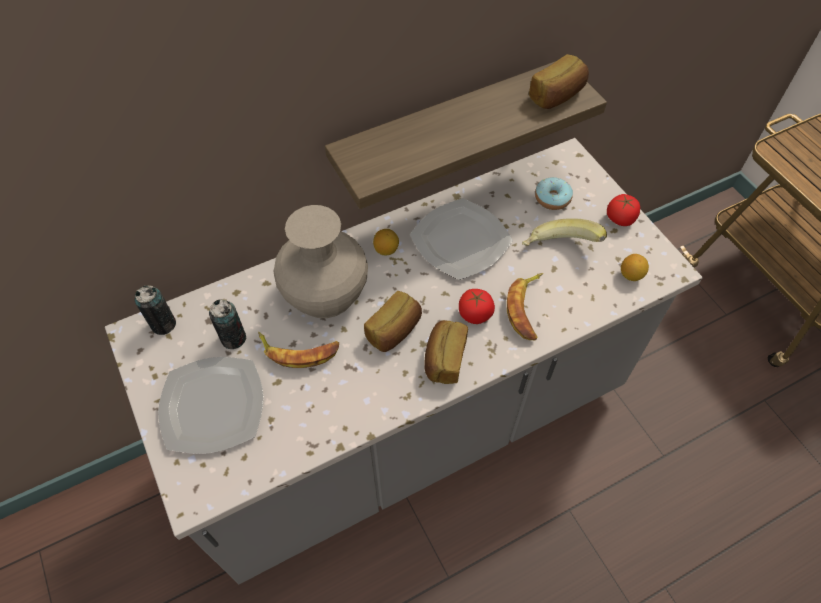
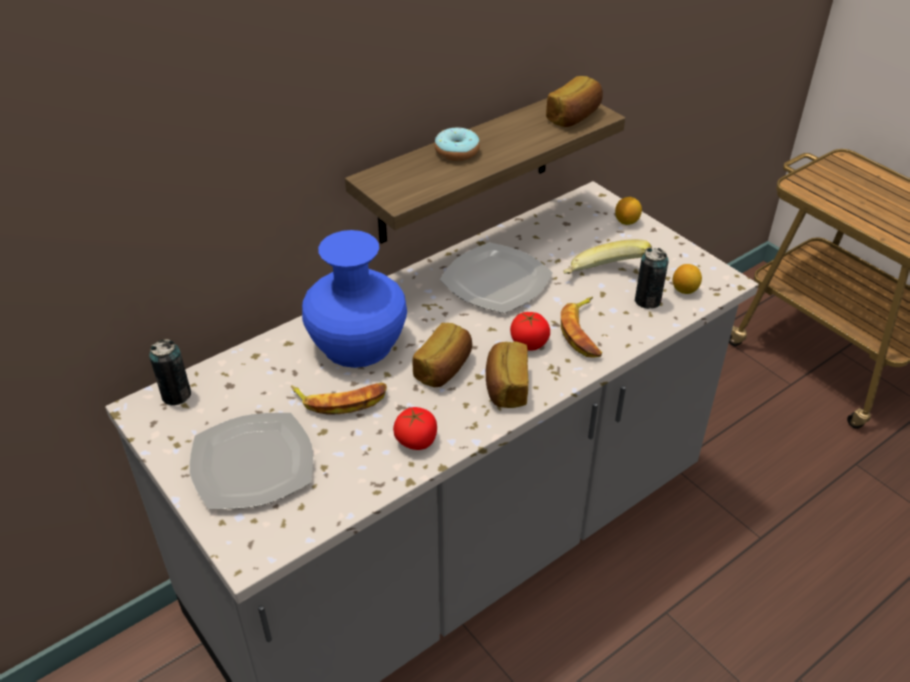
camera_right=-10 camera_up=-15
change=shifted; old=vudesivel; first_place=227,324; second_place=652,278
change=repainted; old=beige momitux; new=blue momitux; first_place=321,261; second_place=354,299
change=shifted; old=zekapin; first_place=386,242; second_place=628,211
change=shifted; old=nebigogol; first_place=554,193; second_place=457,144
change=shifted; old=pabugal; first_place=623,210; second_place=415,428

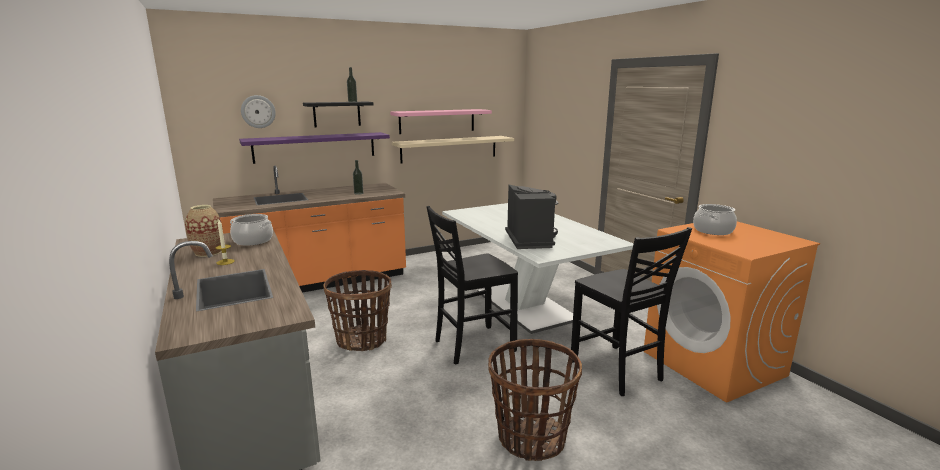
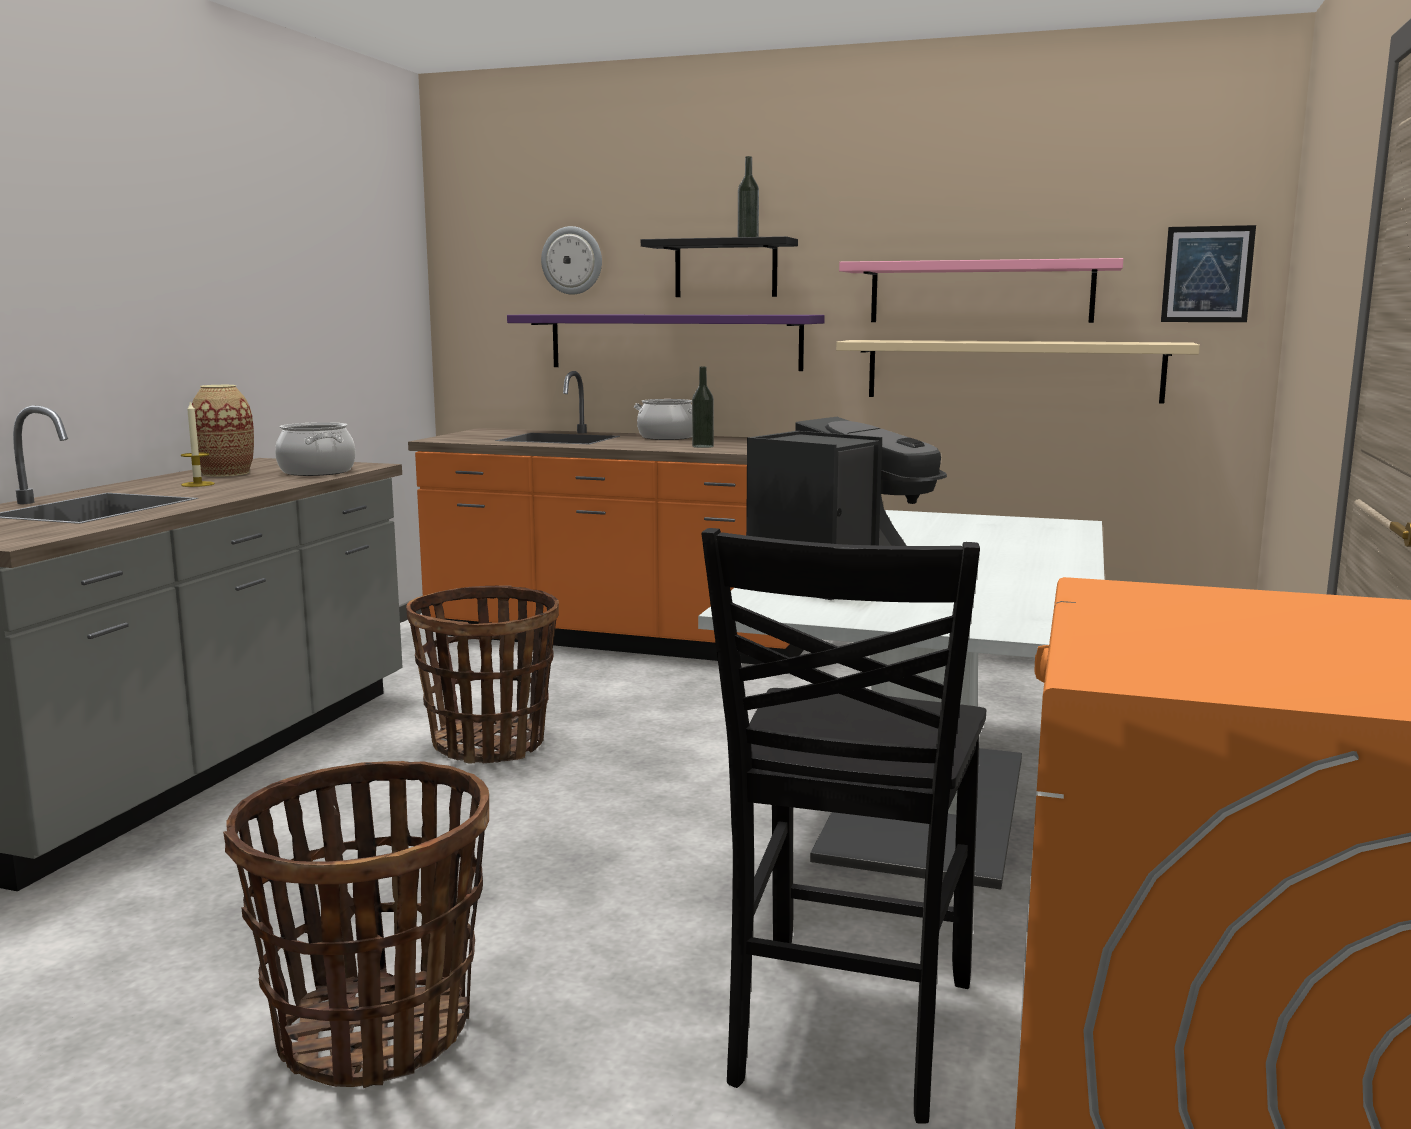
camera_right=45 camera_up=-5
change=gone; old=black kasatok; first_place=472,285
change=shifted; old=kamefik; first_place=715,219; second_place=663,419
change=new; new=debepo; second_place=1208,273

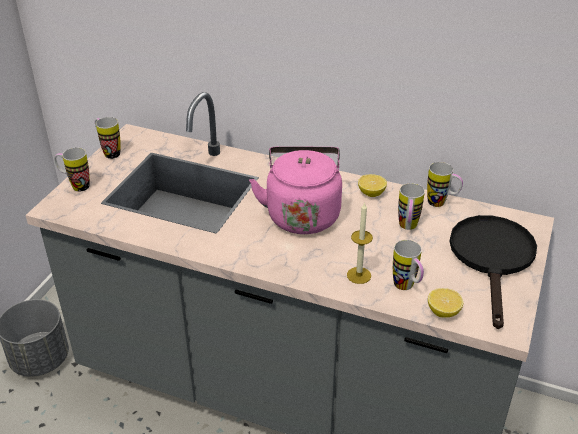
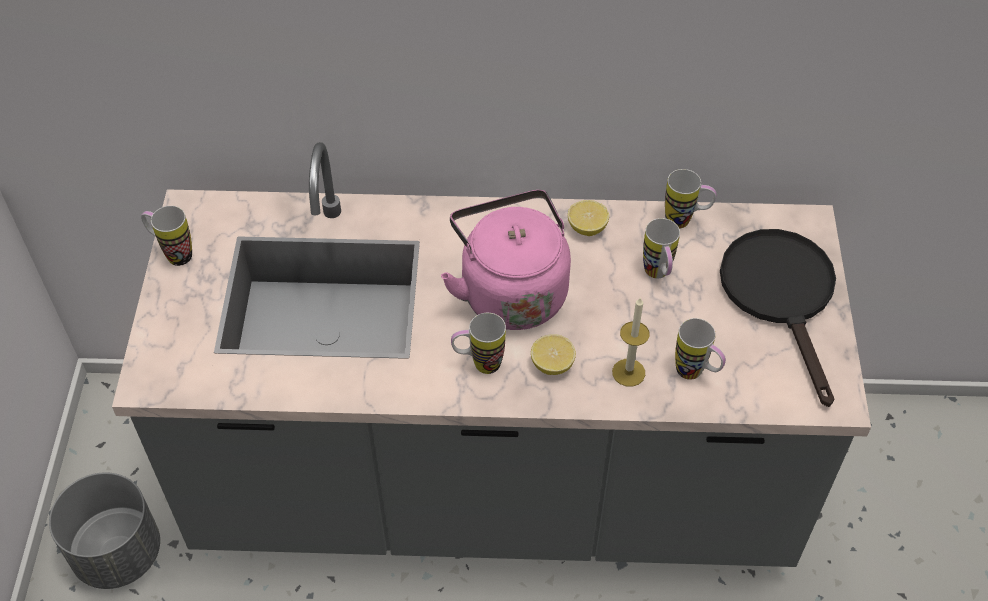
camera_right=-20 camera_up=15
change=shifted; old=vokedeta; first_place=72,170; second_place=478,343
change=shifted; old=zekapin; first_place=445,303; second_place=553,354

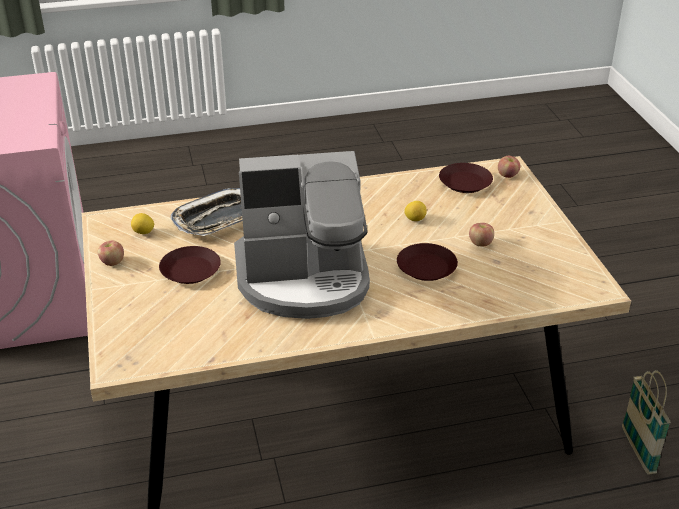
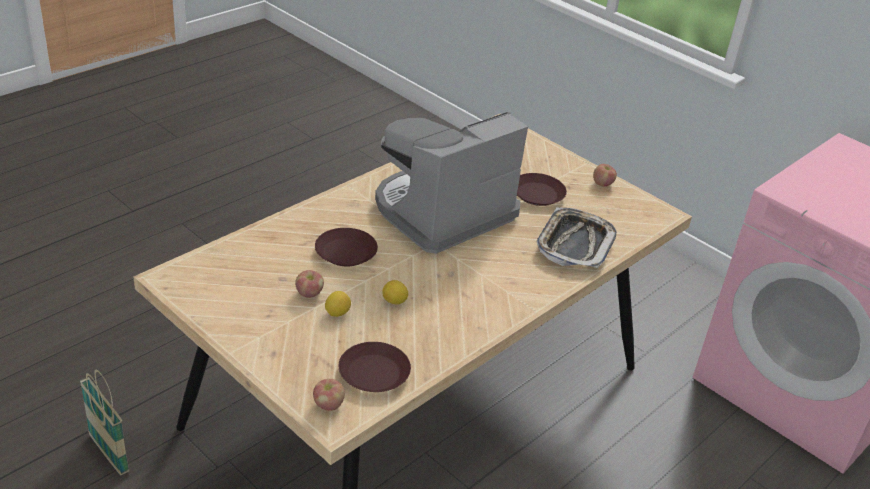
camera_right=145 camera_up=0
change=shifted; old=zekapin; first_place=142,223; second_place=338,304

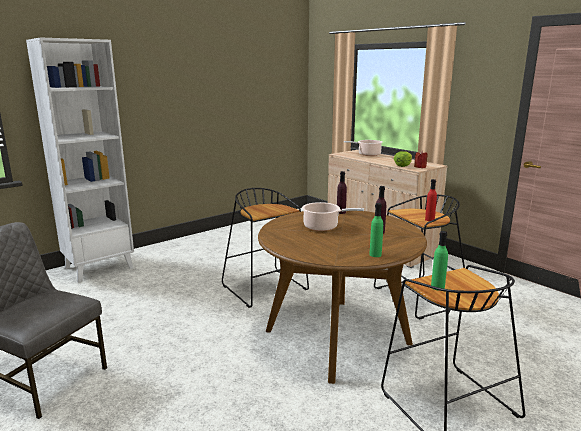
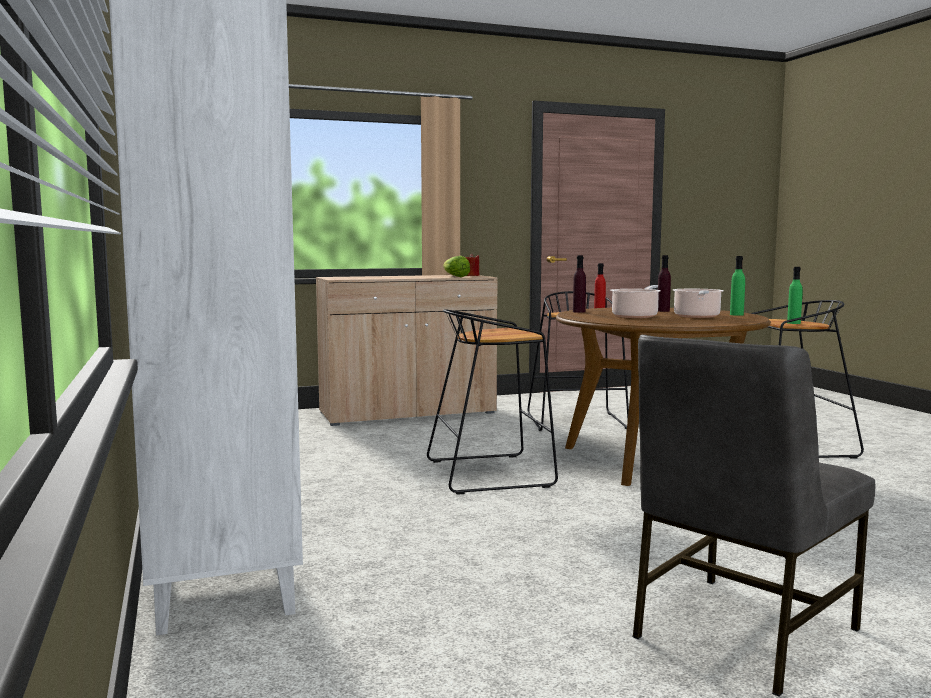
camera_right=-70 camera_up=-10
change=shifted; old=kamefik; first_place=363,148; second_place=698,303

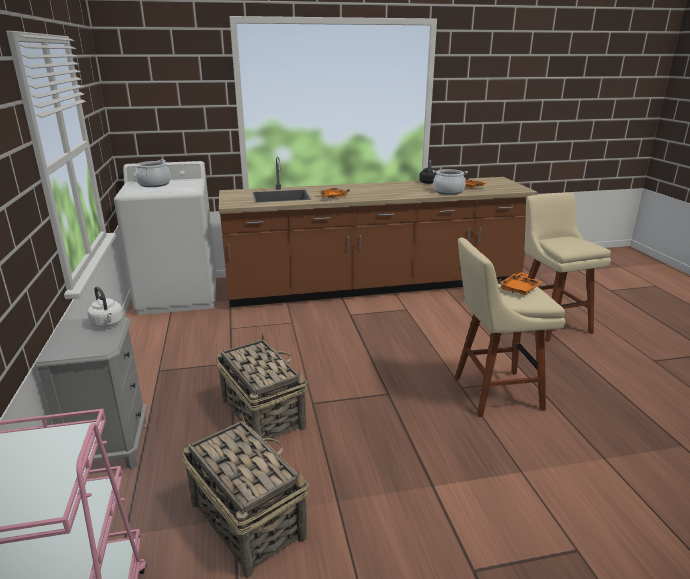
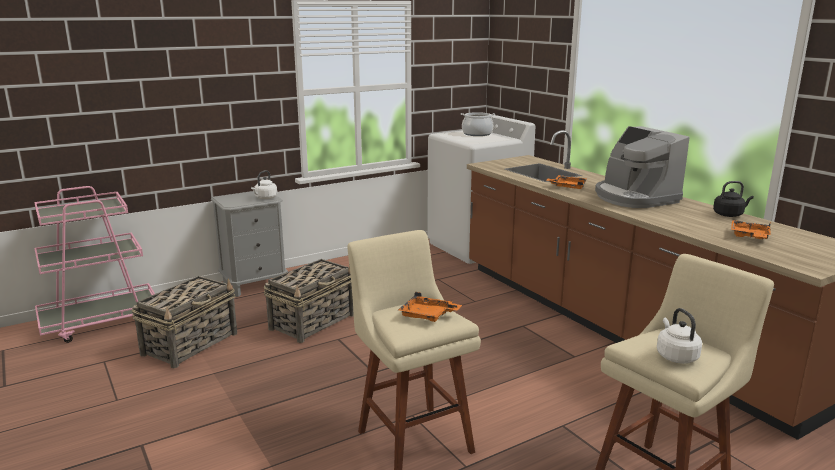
camera_right=70 camera_up=-5
change=gone; old=kamefik; first_place=450,182
change=new; new=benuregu; second_place=642,167
change=new; new=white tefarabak; second_place=679,336

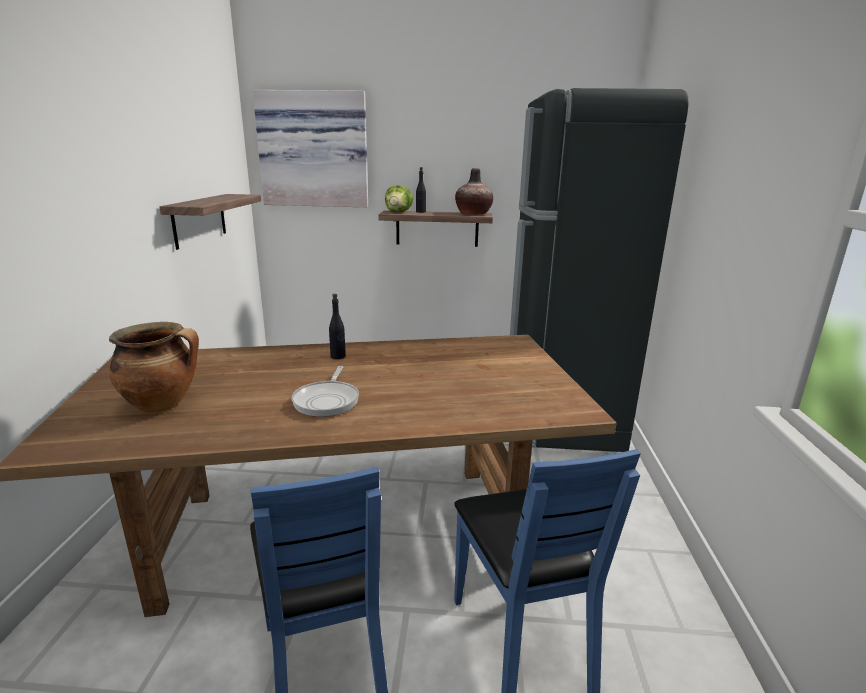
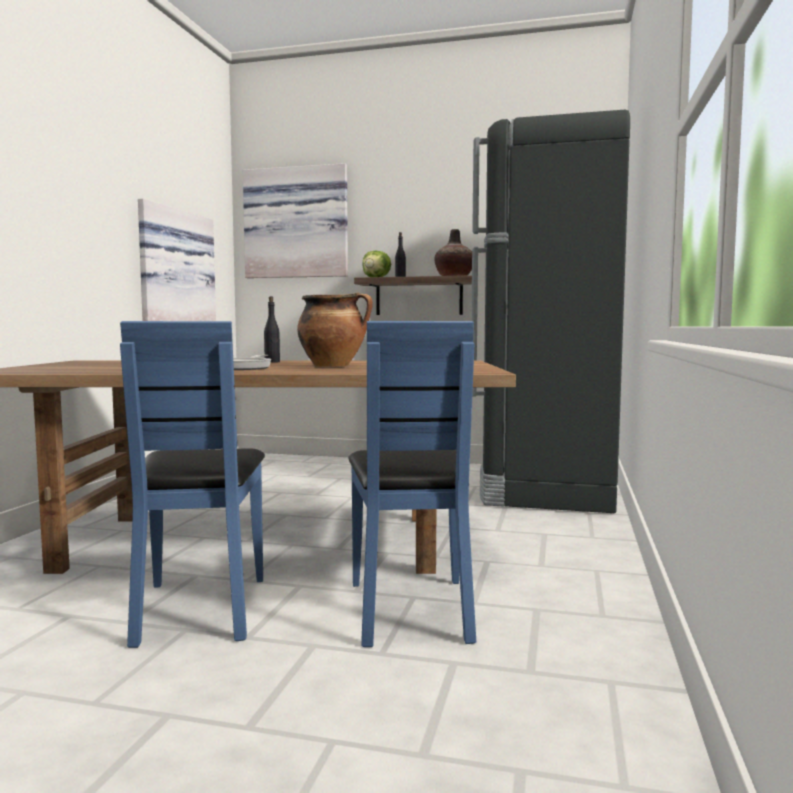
camera_right=10 camera_up=-15
change=shifted; old=kamefik; first_place=154,367; second_place=335,330
change=swapped; old=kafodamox; new=debepo; first_place=210,222; second_place=177,259

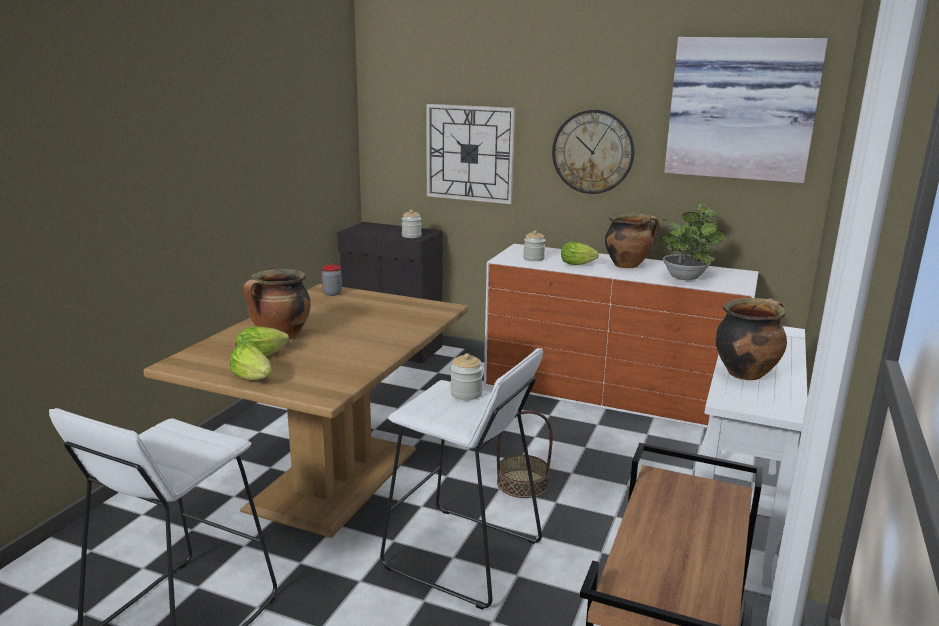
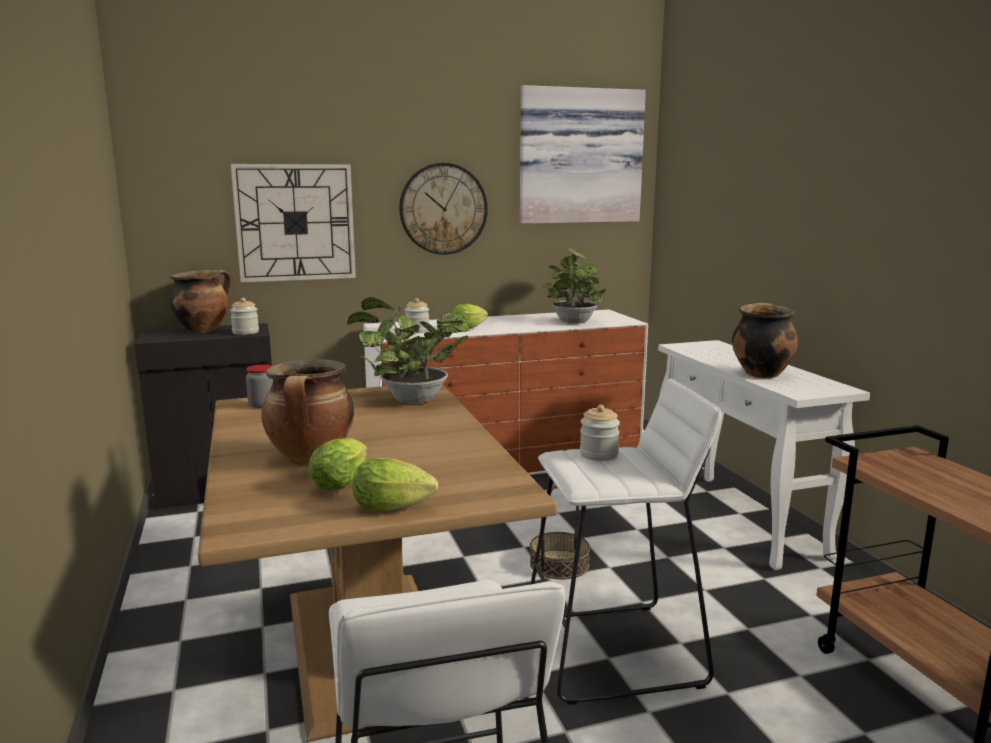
camera_right=-40 camera_up=-5
change=shifted; old=kamefik; first_place=632,240; second_place=200,301
change=new; new=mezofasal; second_place=408,350

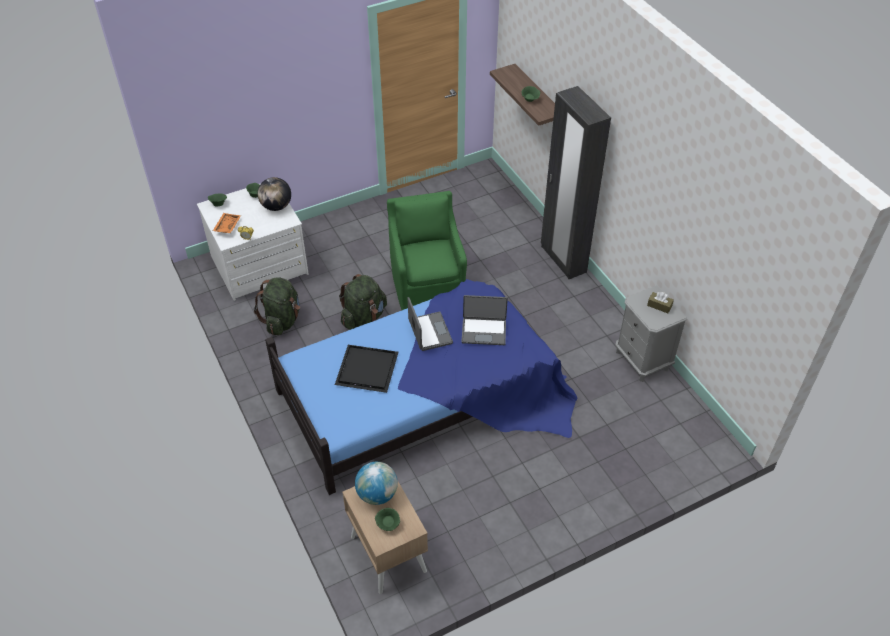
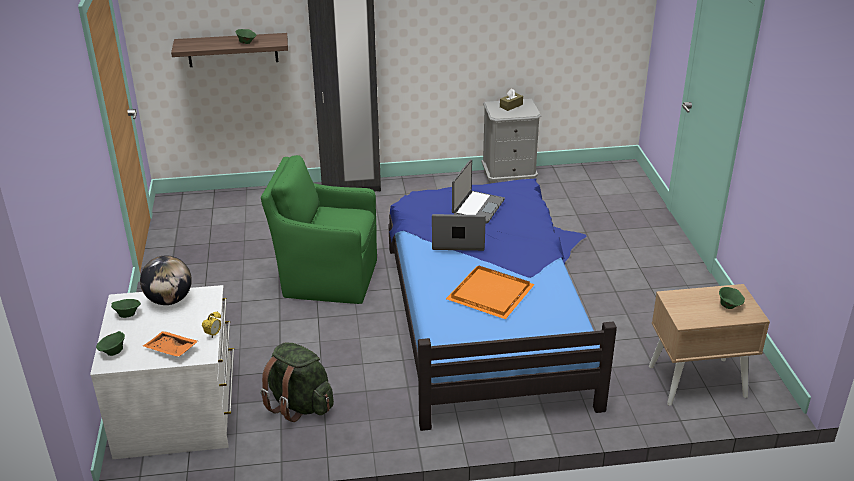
camera_right=-70 camera_up=-15
change=repainted; old=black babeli; new=orange babeli; first_place=366,369; second_place=490,292
change=gone; old=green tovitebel; first_place=363,302
change=gone; old=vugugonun; first_place=376,483

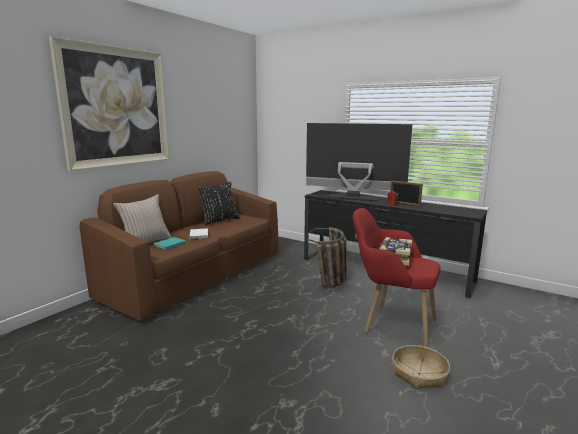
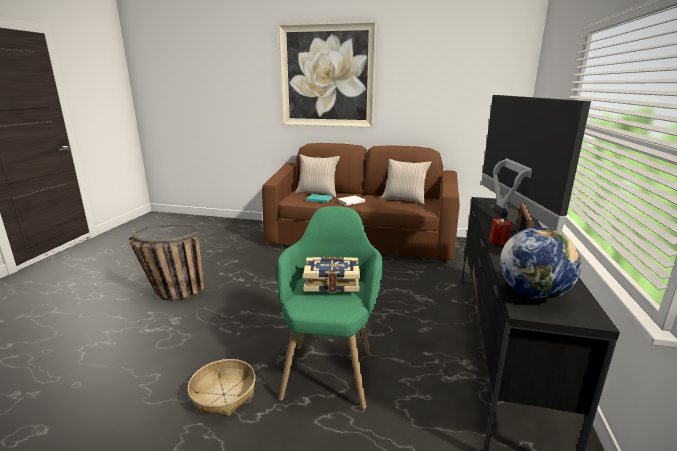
camera_right=70 camera_up=5
change=repainted; old=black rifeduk; new=beige rifeduk; first_place=219,203; second_place=406,182
change=shifted; old=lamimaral; first_place=326,257; second_place=166,263
change=repainted; old=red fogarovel; new=green fogarovel; first_place=396,277; second_place=330,307
change=new; new=vugugonun; second_place=540,263

